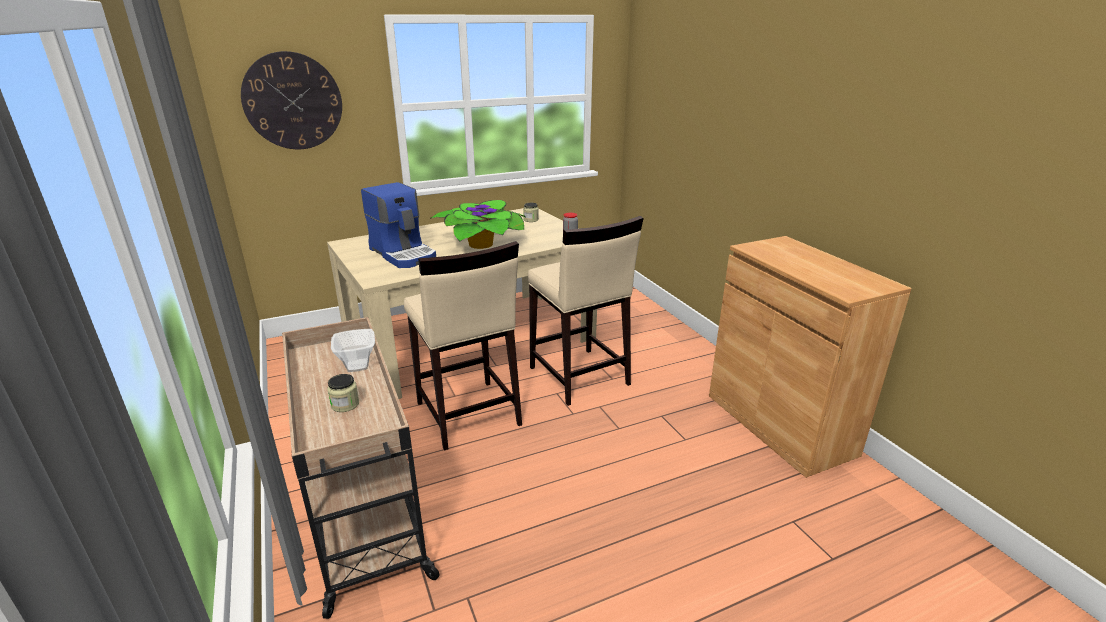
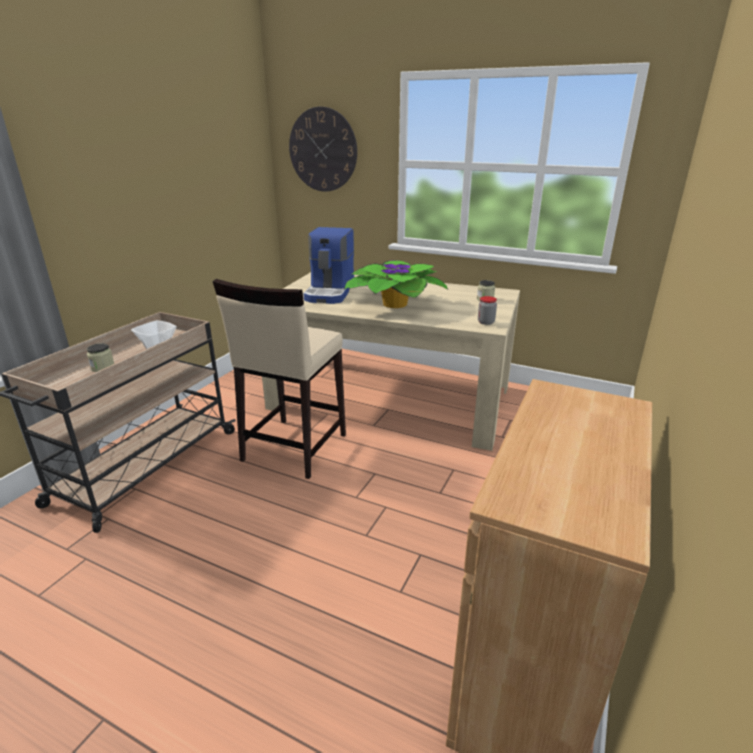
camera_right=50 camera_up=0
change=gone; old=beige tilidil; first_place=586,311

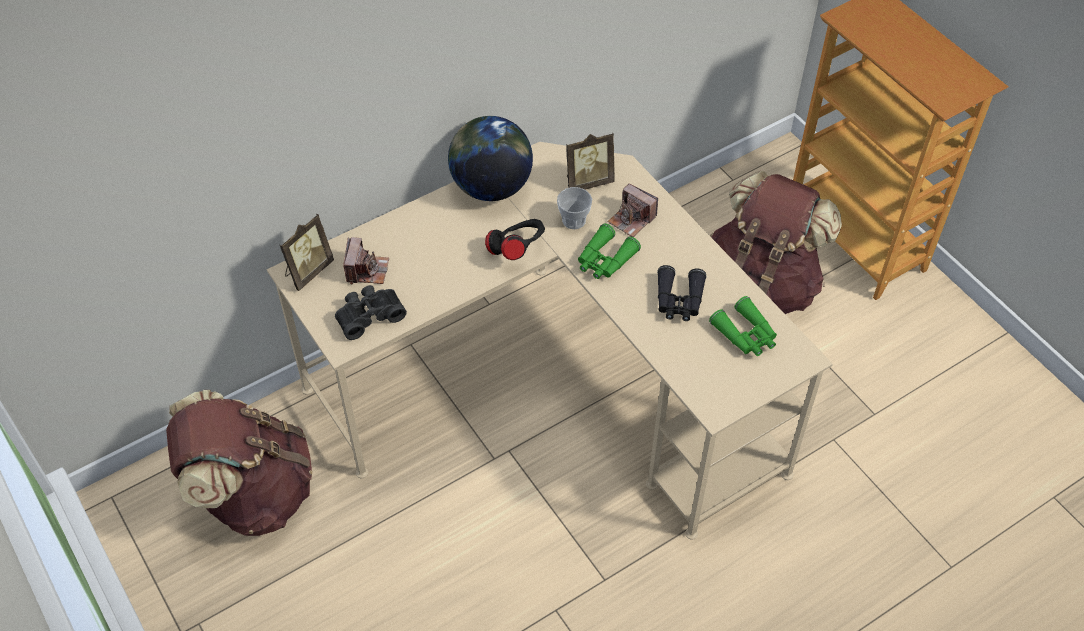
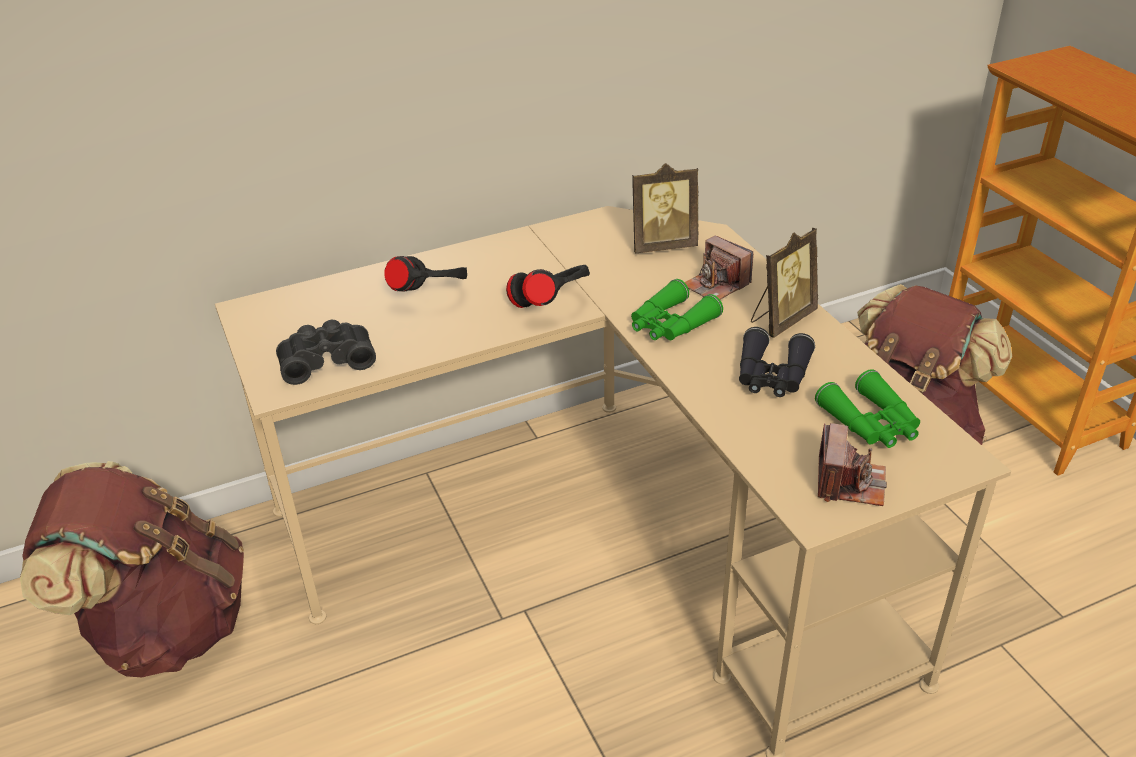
camera_right=10 camera_up=-15
change=shifted; old=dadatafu; first_place=307,252; second_place=784,283
change=shifted; old=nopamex; first_place=366,260; second_place=852,464
change=gone; old=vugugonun; first_place=490,158
change=gone; old=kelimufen; first_place=574,208
change=new; new=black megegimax; second_place=426,274

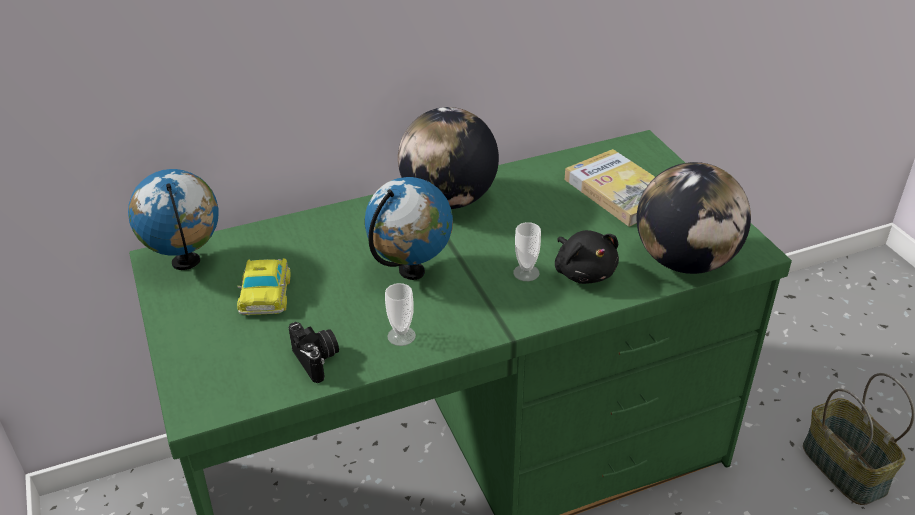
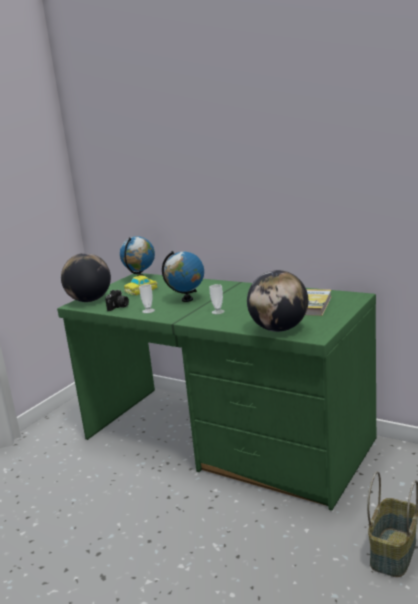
camera_right=55 camera_up=-20
change=shifted; old=vugugonun; first_place=448,158; second_place=86,277
change=gone; old=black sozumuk; first_place=587,257

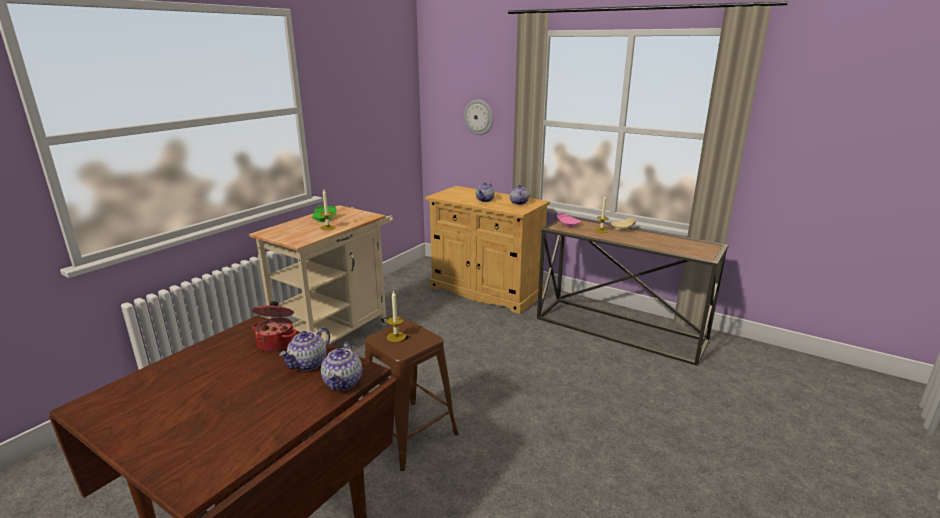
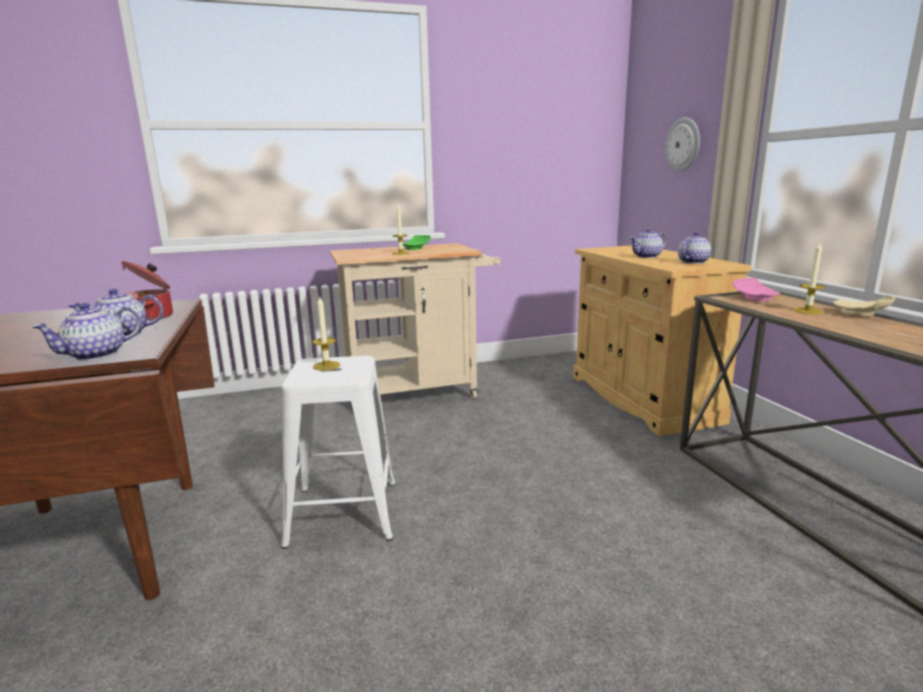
camera_right=40 camera_up=-5
change=repainted; old=brown tilidil; new=white tilidil; first_place=411,395; second_place=338,452

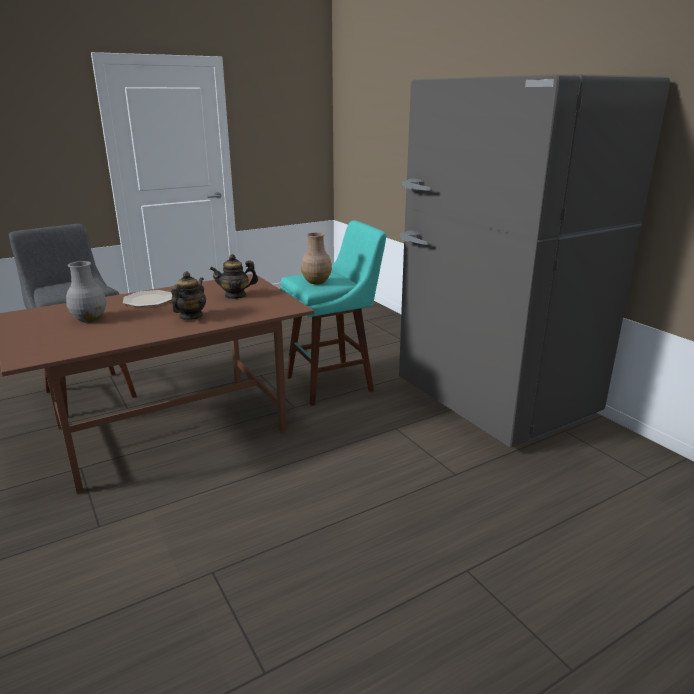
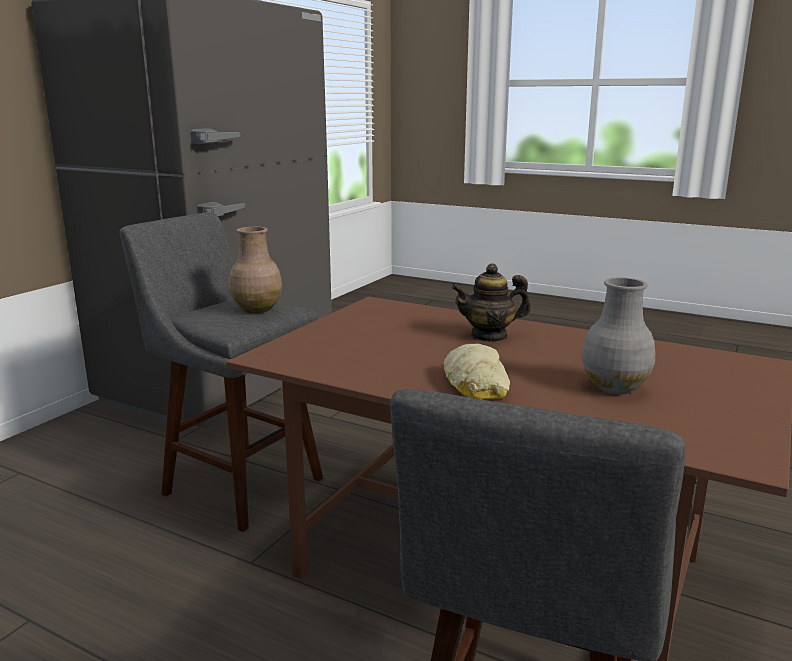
camera_right=-120 camera_up=-5
change=swapped; old=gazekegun; new=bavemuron; first_place=147,298; second_place=476,372
change=gone; old=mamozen; first_place=234,276
change=repainted; old=turquoise tilidil; new=grey tilidil; first_place=333,313; second_place=221,372

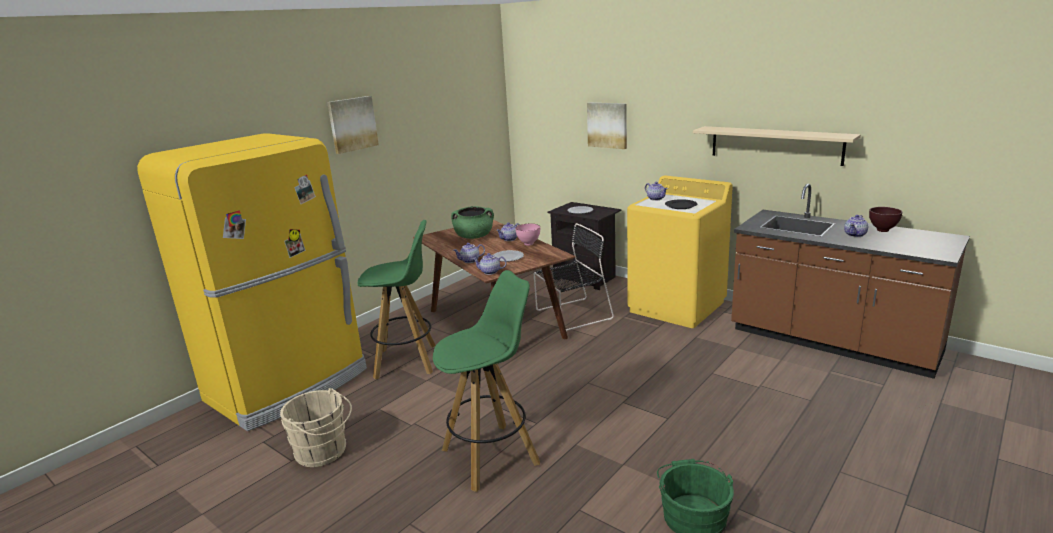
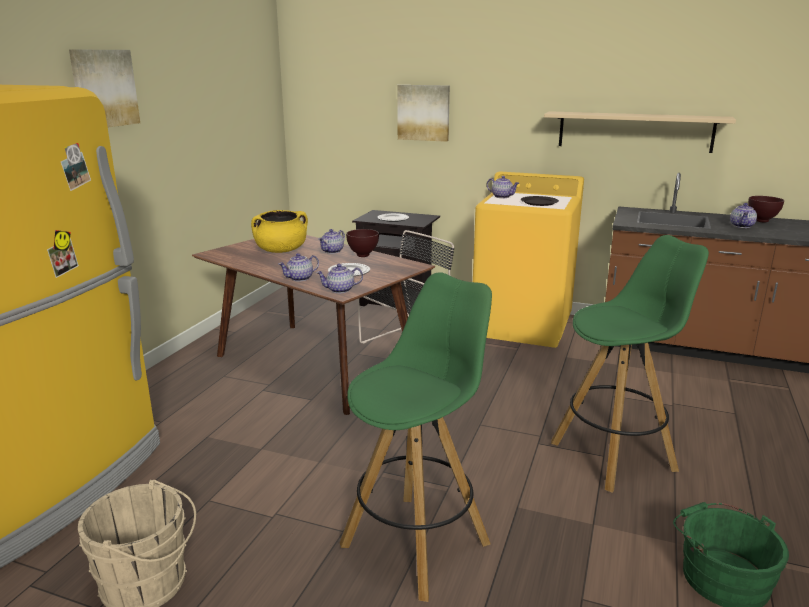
camera_right=-20 camera_up=0
change=shifted; old=green tilidil; first_place=397,299; second_place=630,364
change=repainted; old=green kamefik; new=yellow kamefik; first_place=472,222; second_place=279,231
change=repainted; old=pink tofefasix; new=brown tofefasix; first_place=527,235; second_place=362,243

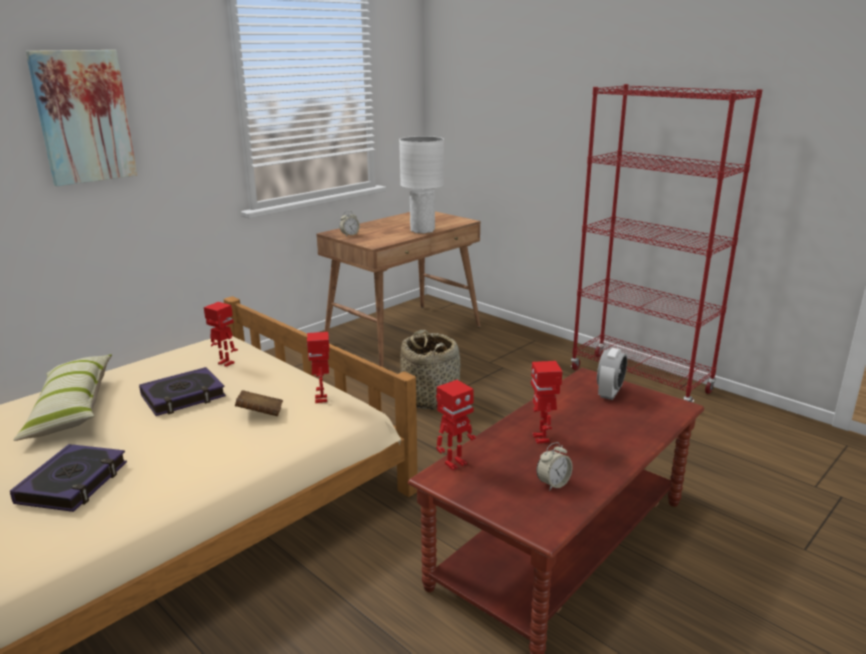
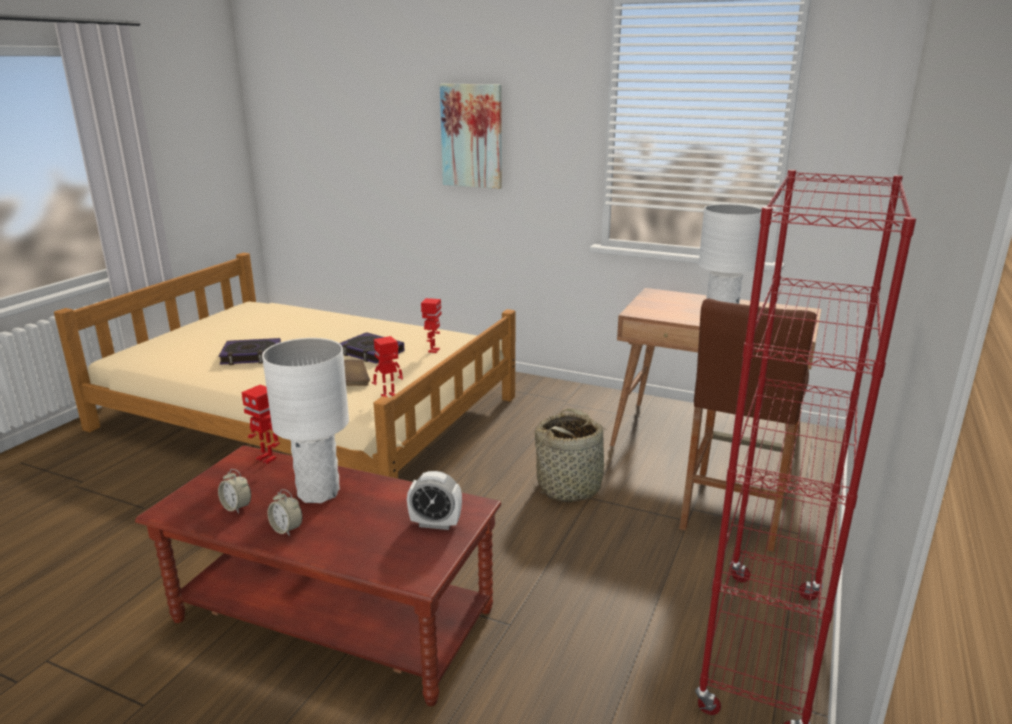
camera_right=70 camera_up=0
change=gone; old=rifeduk; first_place=63,398
change=shifted; old=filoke; first_place=349,223; second_place=284,512
change=swapped; old=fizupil; new=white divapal; first_place=546,402; second_place=305,420
change=new; new=brown tilidil; second_place=748,425

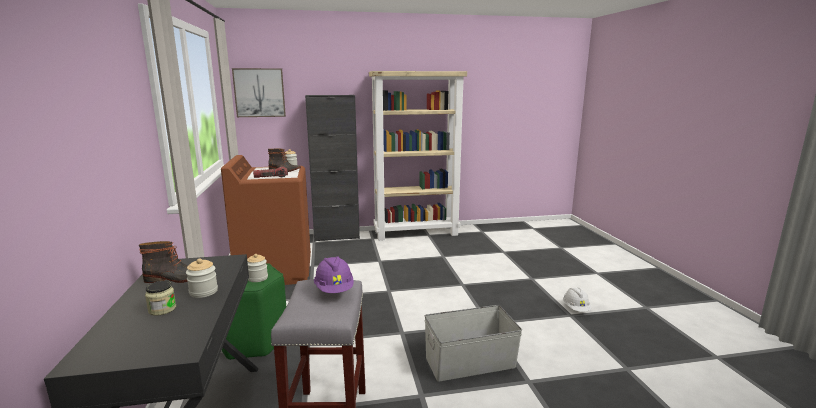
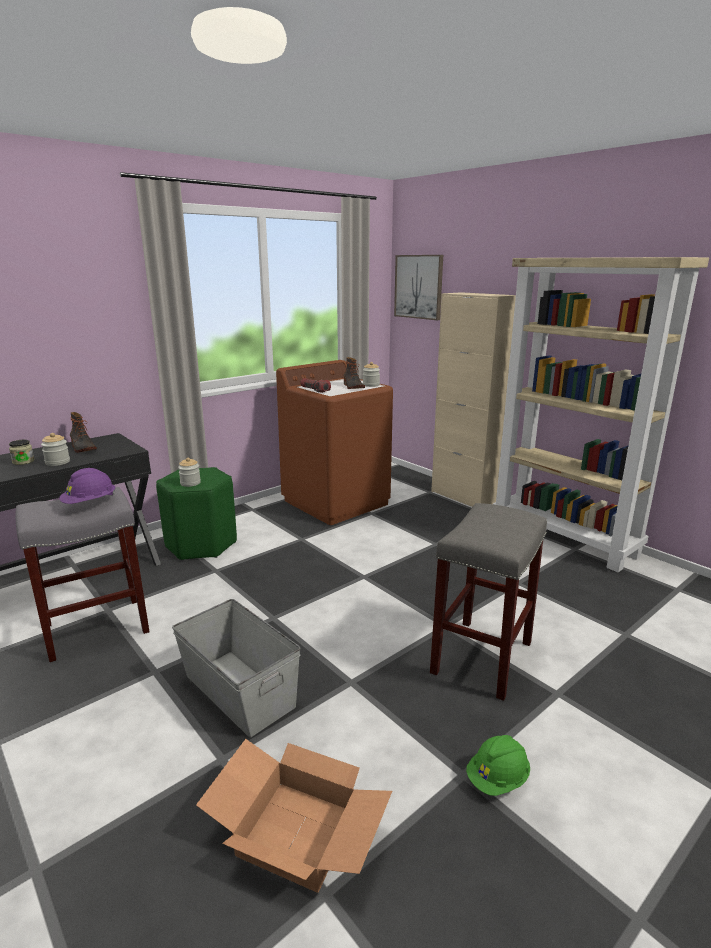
camera_right=60 camera_up=5
change=repainted; old=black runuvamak; new=beige runuvamak; first_place=332,168; second_place=473,399
change=repainted; old=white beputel; new=green beputel; first_place=577,300; second_place=498,765
change=new; new=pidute; second_place=294,816
change=new; new=grey tilidil; second_place=488,602

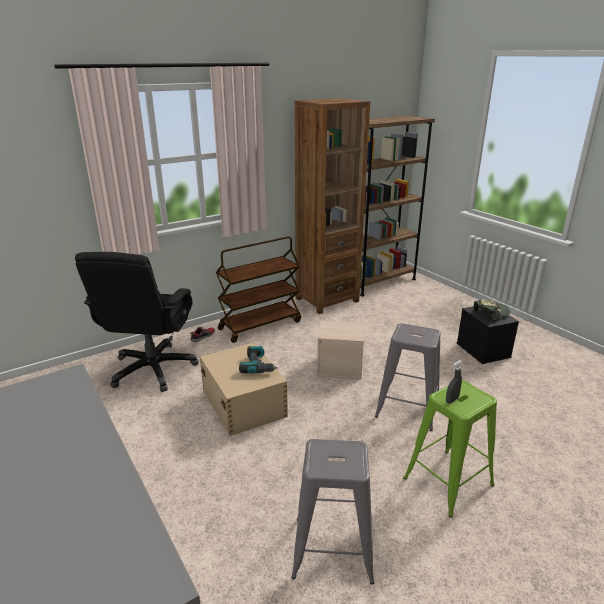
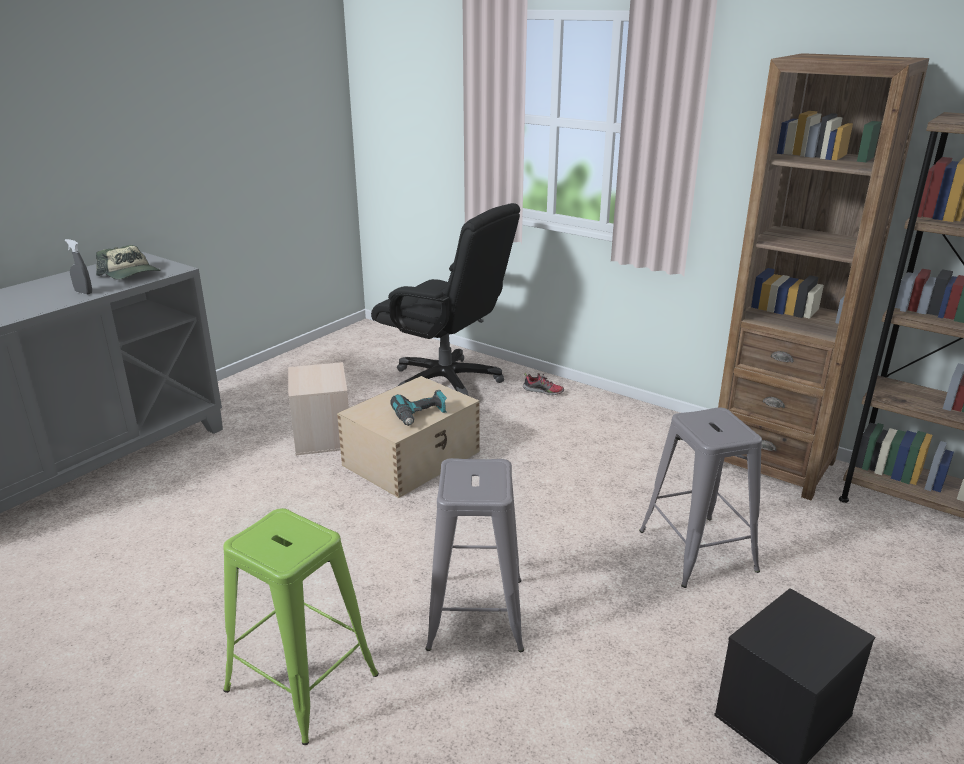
camera_right=70 camera_up=0
change=rotated; old=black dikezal; first_place=136,322; second_place=445,299; degrees=-135
change=gone; old=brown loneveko; first_place=258,289
change=shifted; old=grey tilidil; first_place=332,512; second_place=700,497
change=shifted; old=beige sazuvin; first_place=341,350; second_place=318,408
change=shifted; old=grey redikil; first_place=454,382; second_place=78,267
change=shifted; old=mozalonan; first_place=491,311; second_place=128,262

